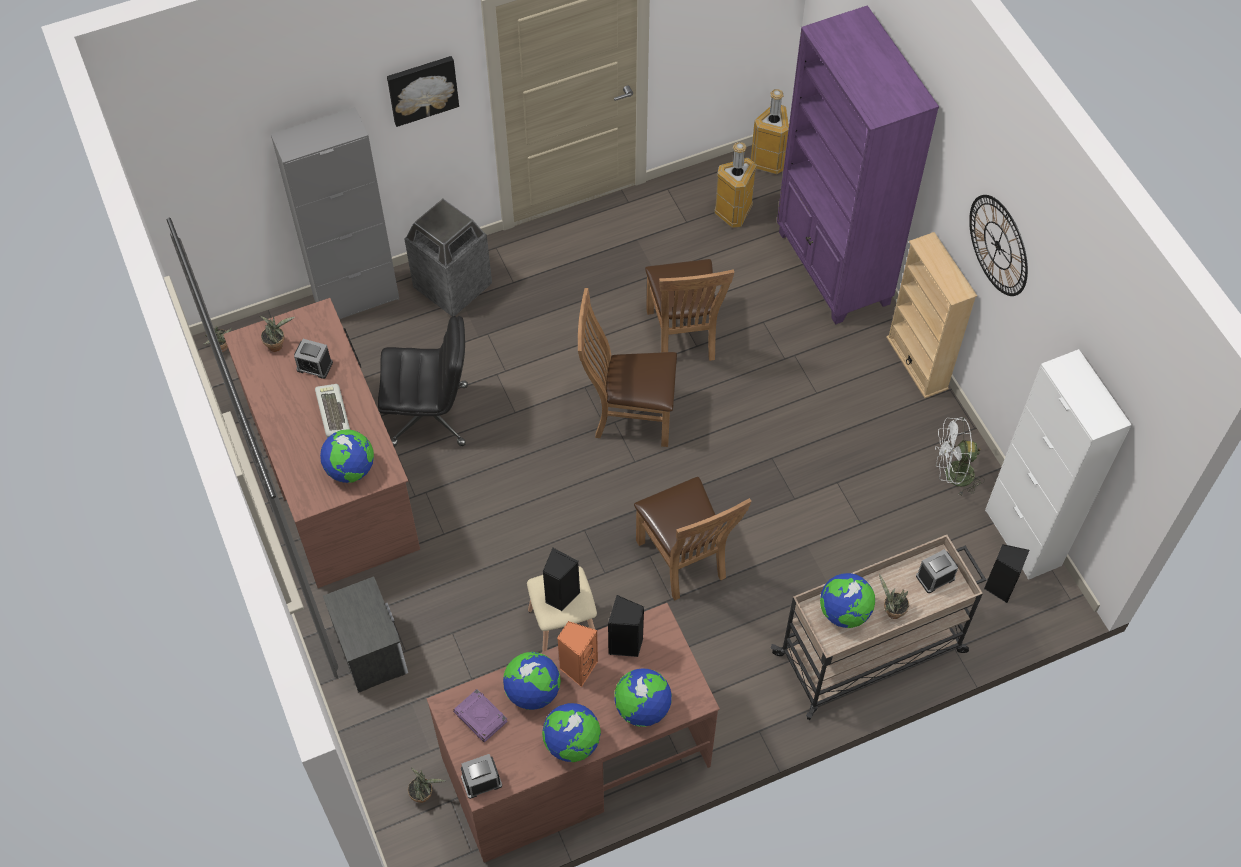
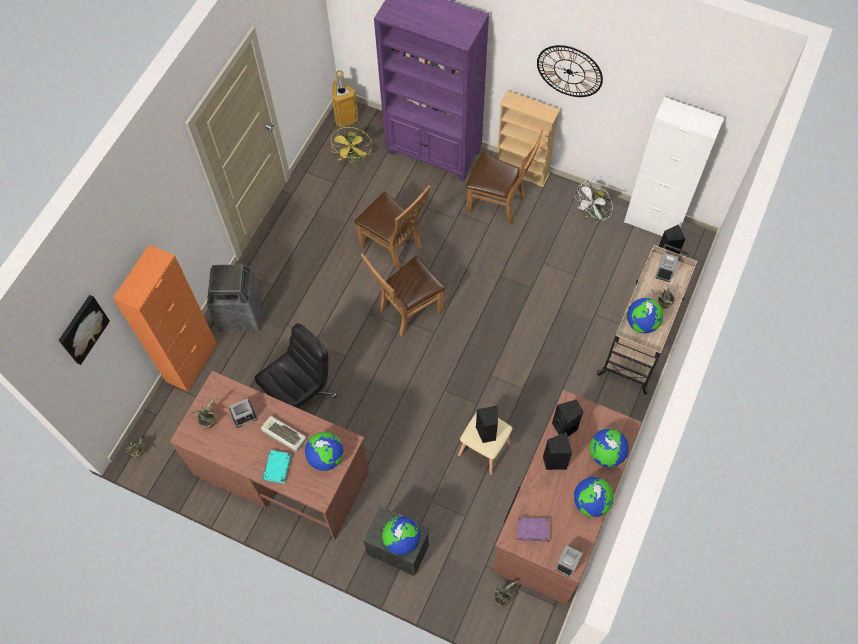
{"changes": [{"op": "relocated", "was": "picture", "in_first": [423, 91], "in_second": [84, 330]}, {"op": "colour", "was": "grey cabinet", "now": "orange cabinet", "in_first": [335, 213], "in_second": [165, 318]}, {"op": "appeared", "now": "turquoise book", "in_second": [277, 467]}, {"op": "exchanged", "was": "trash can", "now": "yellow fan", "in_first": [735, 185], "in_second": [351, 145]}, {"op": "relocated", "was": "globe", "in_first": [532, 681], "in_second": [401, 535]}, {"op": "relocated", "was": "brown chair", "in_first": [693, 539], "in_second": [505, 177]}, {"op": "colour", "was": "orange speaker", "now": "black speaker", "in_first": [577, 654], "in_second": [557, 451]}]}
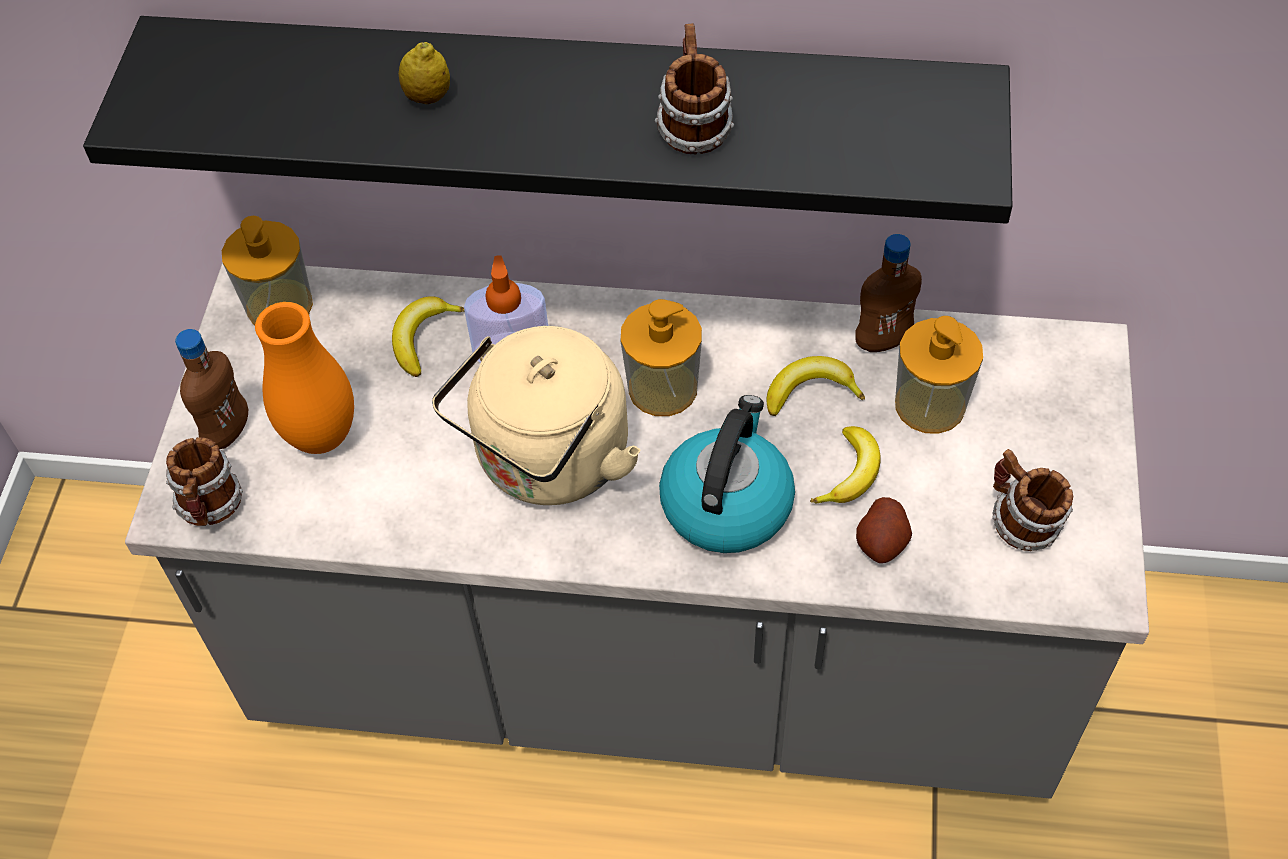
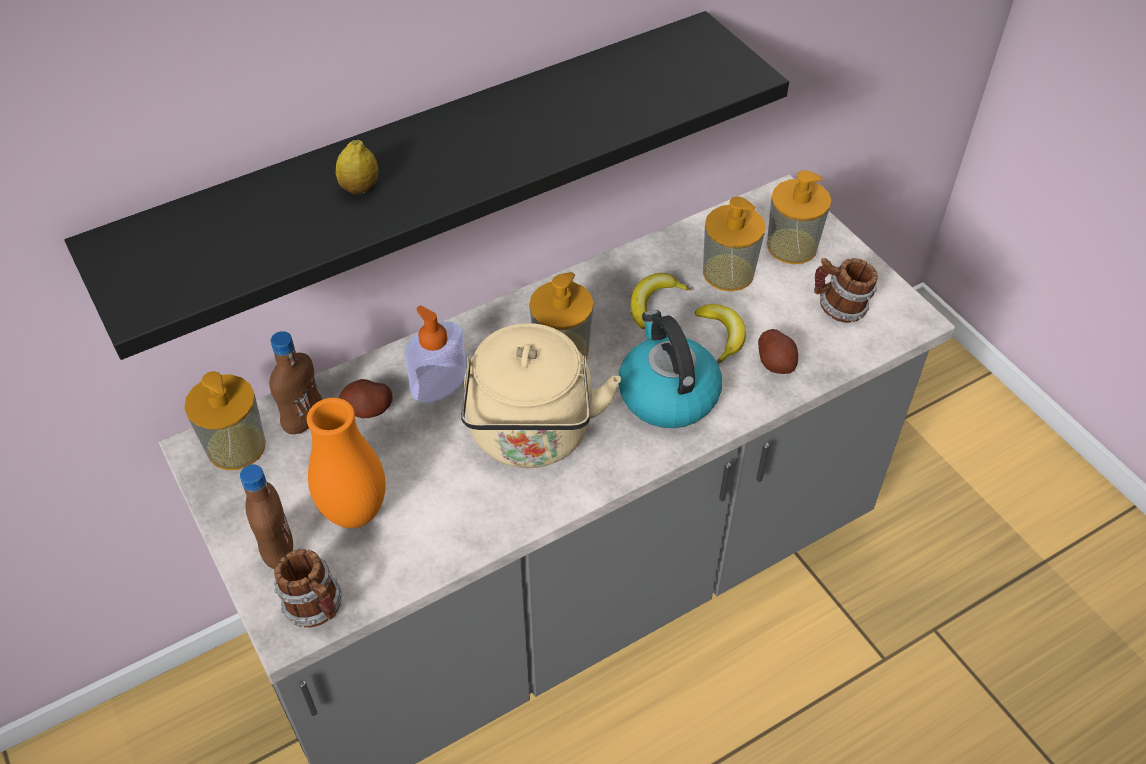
{"changes": [{"op": "relocated", "was": "brown bottle", "in_first": [888, 293], "in_second": [295, 382]}, {"op": "exchanged", "was": "banana", "now": "potato", "in_first": [428, 336], "in_second": [365, 398]}, {"op": "appeared", "now": "soap dispenser", "in_second": [799, 217]}, {"op": "missing", "was": "mug", "in_first": [694, 88]}]}
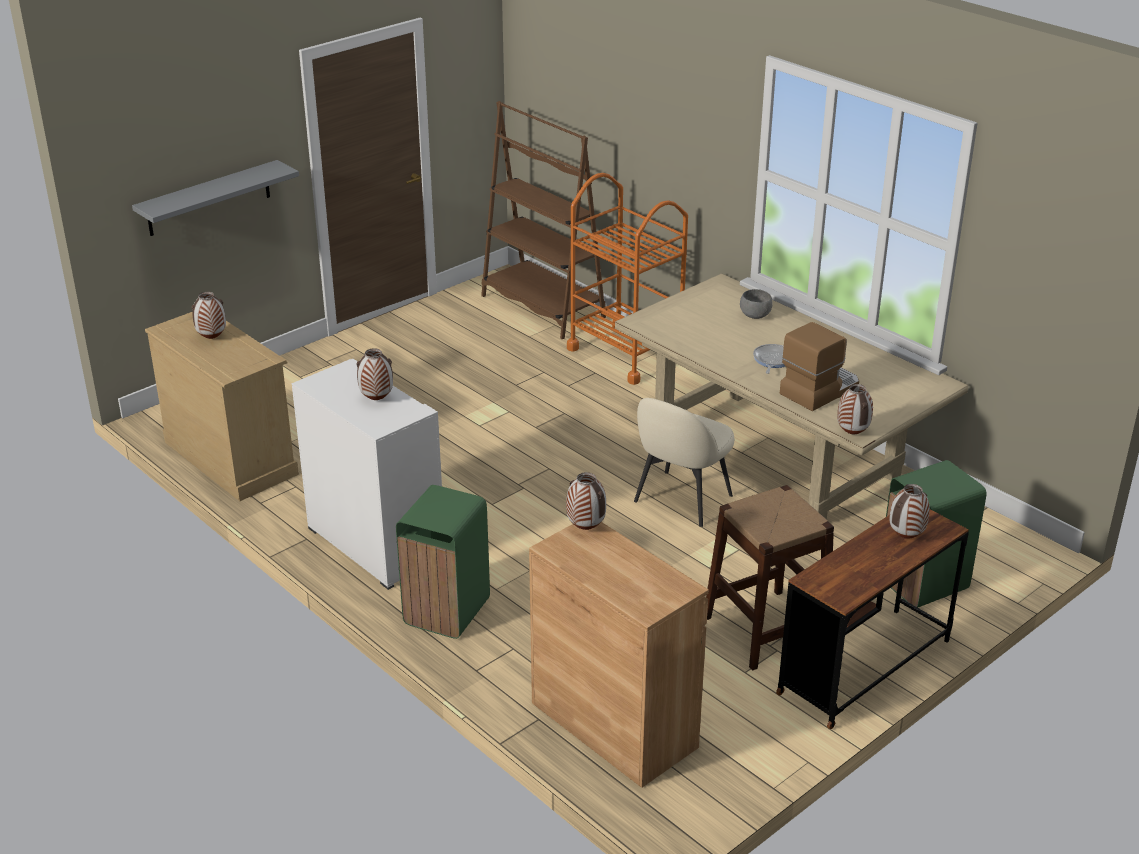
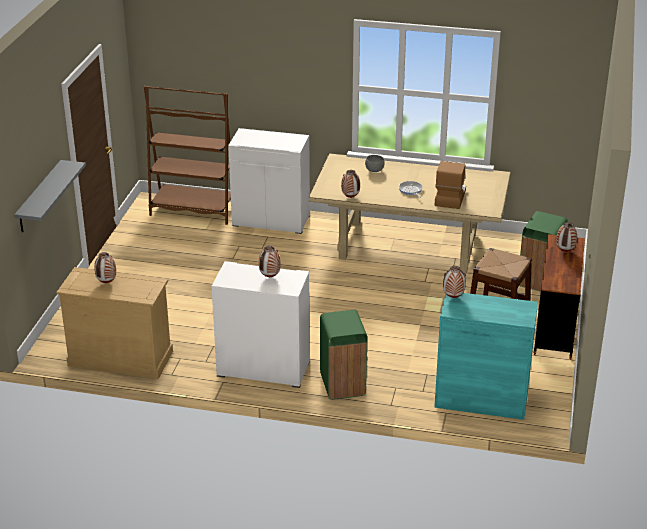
{"changes": [{"op": "exchanged", "was": "orange cart", "now": "white cabinet", "in_first": [627, 279], "in_second": [269, 181]}, {"op": "relocated", "was": "vase", "in_first": [855, 409], "in_second": [350, 184]}, {"op": "colour", "was": "brown cabinet", "now": "turquoise cabinet", "in_first": [619, 655], "in_second": [486, 356]}, {"op": "missing", "was": "beige chair", "in_first": [684, 462]}]}
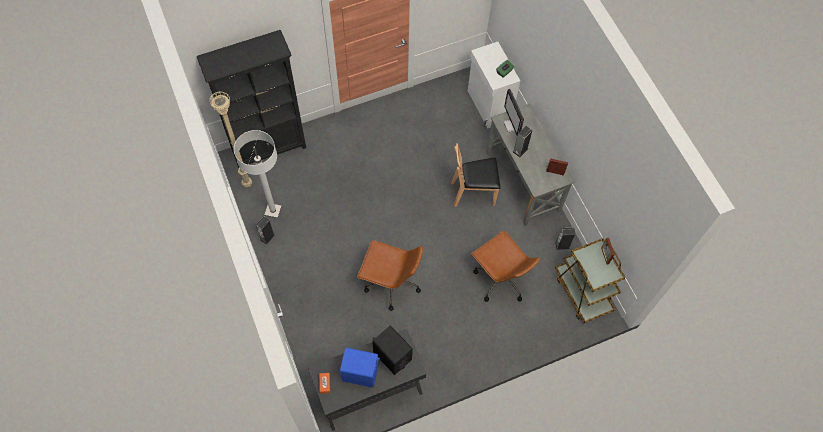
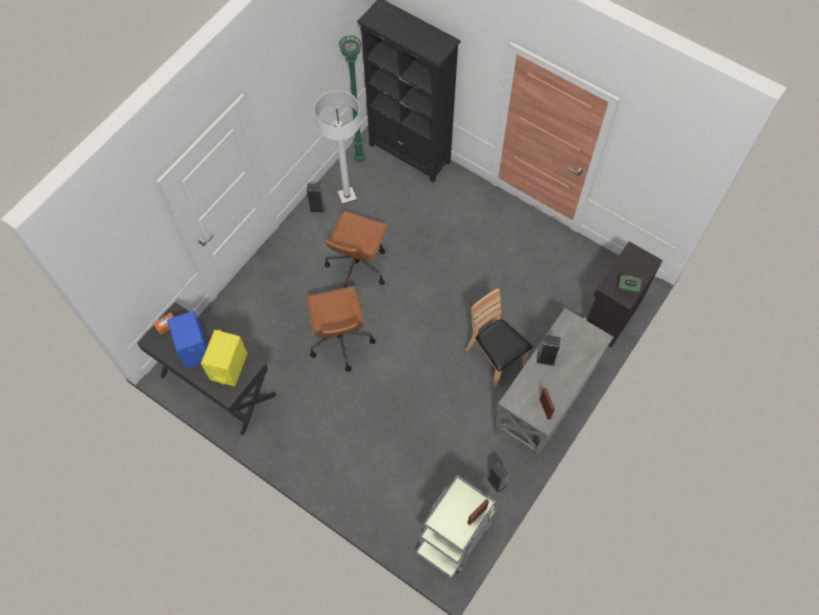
{"changes": [{"op": "colour", "was": "black speaker", "now": "yellow speaker", "in_first": [392, 350], "in_second": [224, 358]}, {"op": "relocated", "was": "brown office chair", "in_first": [505, 266], "in_second": [355, 249]}, {"op": "colour", "was": "beige floor lamp", "now": "green floor lamp", "in_first": [230, 139], "in_second": [352, 99]}, {"op": "colour", "was": "brown cart", "now": "grey cart", "in_first": [590, 280], "in_second": [456, 527]}, {"op": "colour", "was": "white cabinet", "now": "black cabinet", "in_first": [494, 85], "in_second": [623, 294]}, {"op": "missing", "was": "monitor", "in_first": [514, 112]}]}
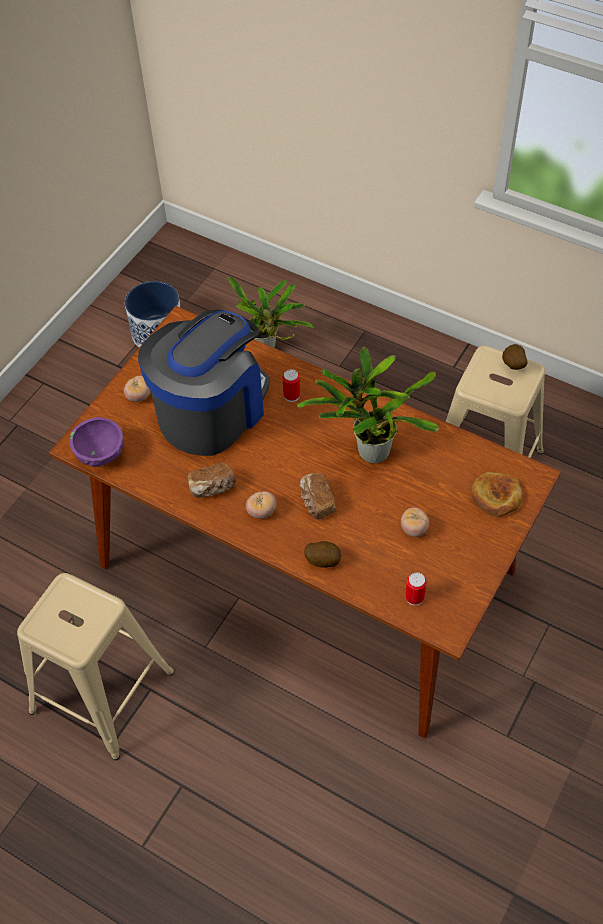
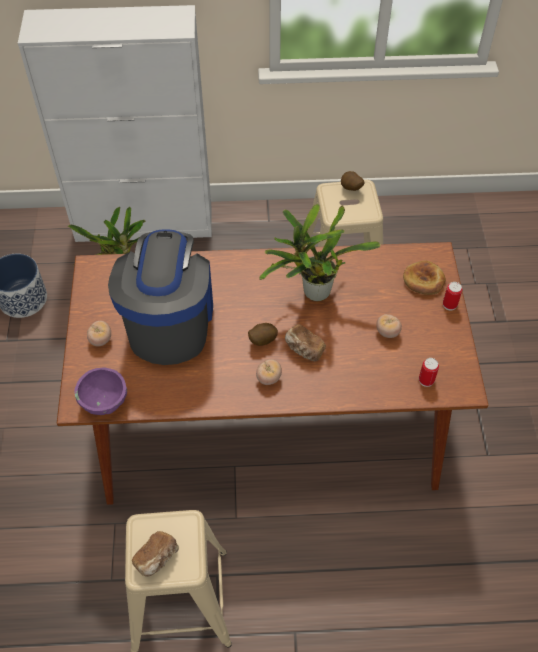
{"changes": [{"op": "appeared", "now": "white cabinet", "in_second": [115, 123]}, {"op": "relocated", "was": "bread", "in_first": [212, 480], "in_second": [154, 554]}, {"op": "relocated", "was": "potato", "in_first": [322, 554], "in_second": [263, 334]}, {"op": "relocated", "was": "can", "in_first": [291, 385], "in_second": [452, 296]}]}
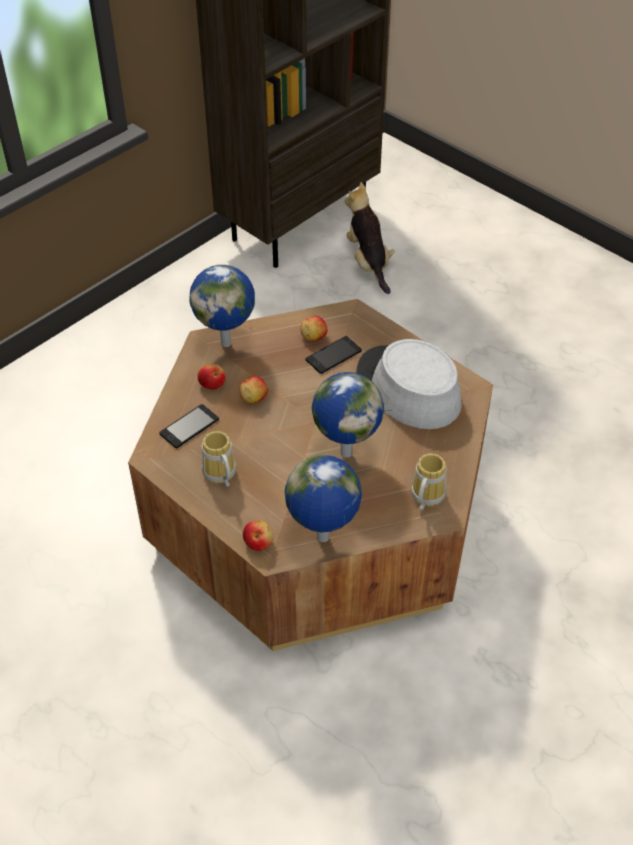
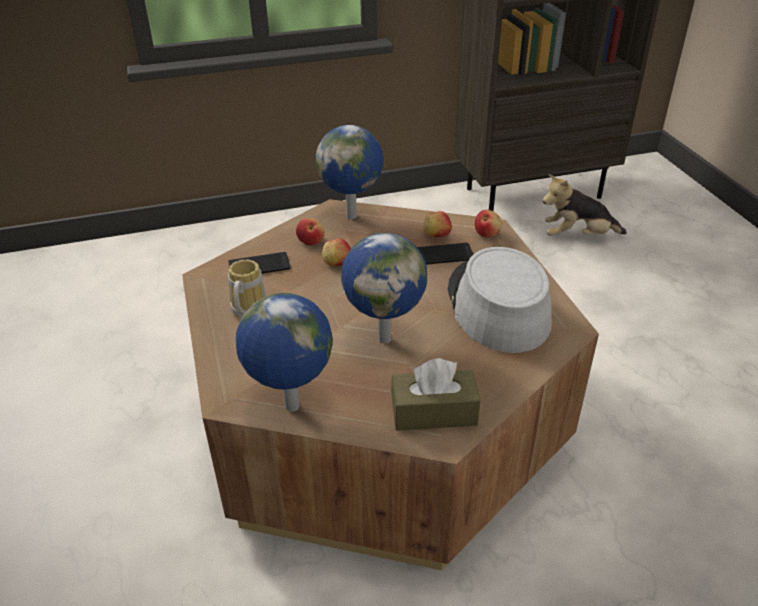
{"changes": [{"op": "exchanged", "was": "mug", "now": "brown tissue box", "in_first": [428, 482], "in_second": [436, 394]}, {"op": "relocated", "was": "apple", "in_first": [258, 535], "in_second": [488, 223]}, {"op": "spun", "was": "plush toy", "in_first": [370, 238], "in_second": [584, 205], "clockwise": -105}]}
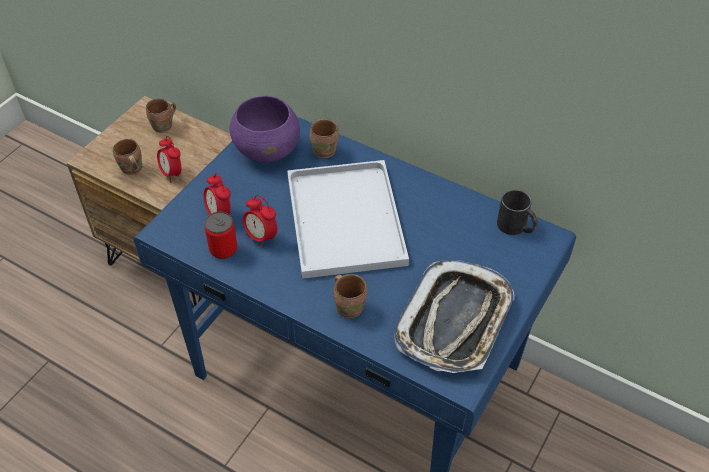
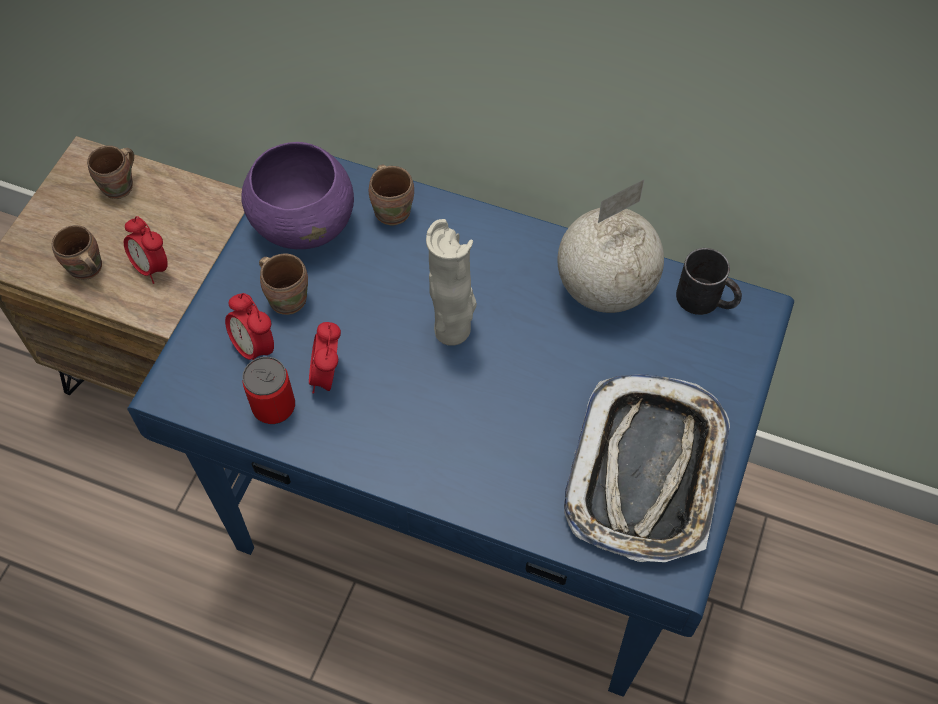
{"changes": [{"op": "relocated", "was": "brown mug", "in_first": [350, 296], "in_second": [283, 284]}, {"op": "spun", "was": "alarm clock", "in_first": [260, 221], "in_second": [325, 358], "clockwise": 60}, {"op": "exchanged", "was": "white tray", "now": "beige vase", "in_first": [348, 219], "in_second": [451, 282]}, {"op": "appeared", "now": "globe", "in_second": [611, 246]}]}
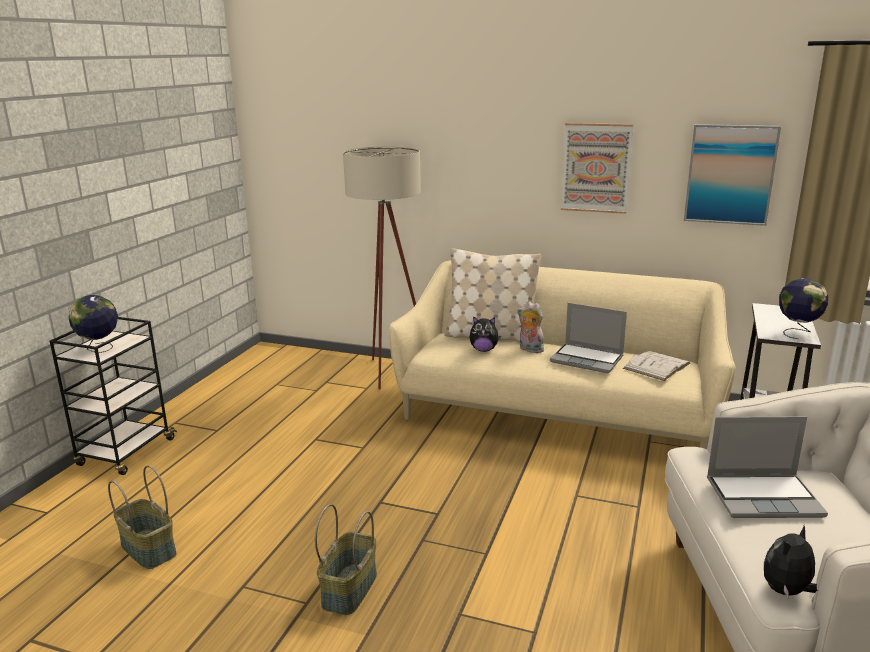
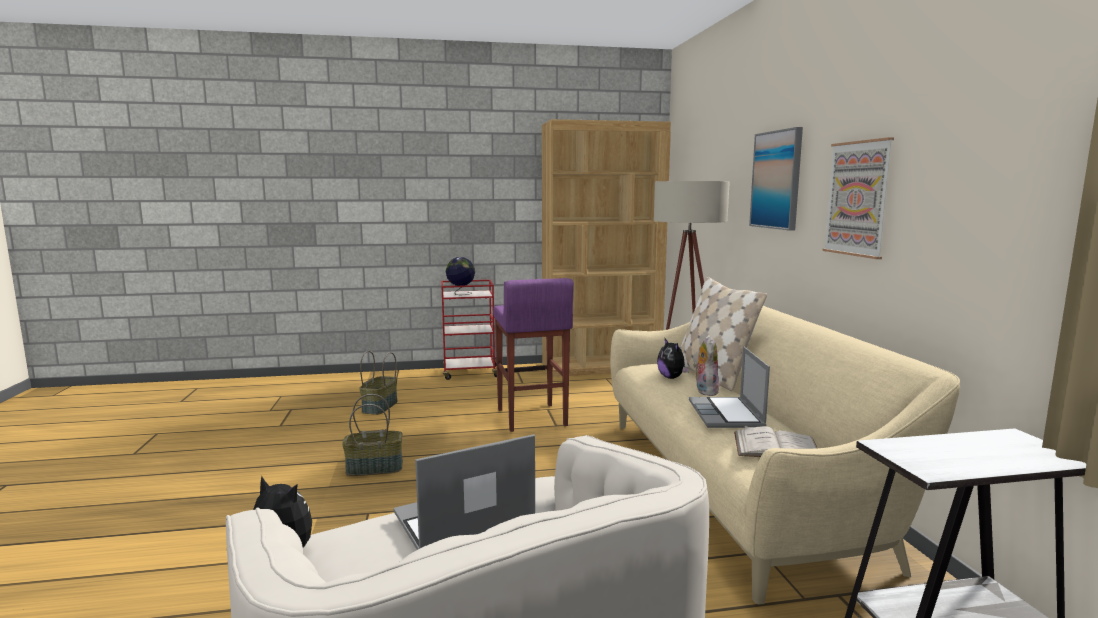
{"changes": [{"op": "spun", "was": "laptop", "in_first": [767, 467], "in_second": [464, 492], "clockwise": 90}, {"op": "colour", "was": "black cart", "now": "red cart", "in_first": [113, 396], "in_second": [469, 330]}, {"op": "appeared", "now": "purple stool", "in_second": [533, 355]}, {"op": "appeared", "now": "brown bookcase", "in_second": [606, 248]}, {"op": "relocated", "was": "picture", "in_first": [732, 175], "in_second": [776, 179]}, {"op": "missing", "was": "globe", "in_first": [803, 308]}]}
